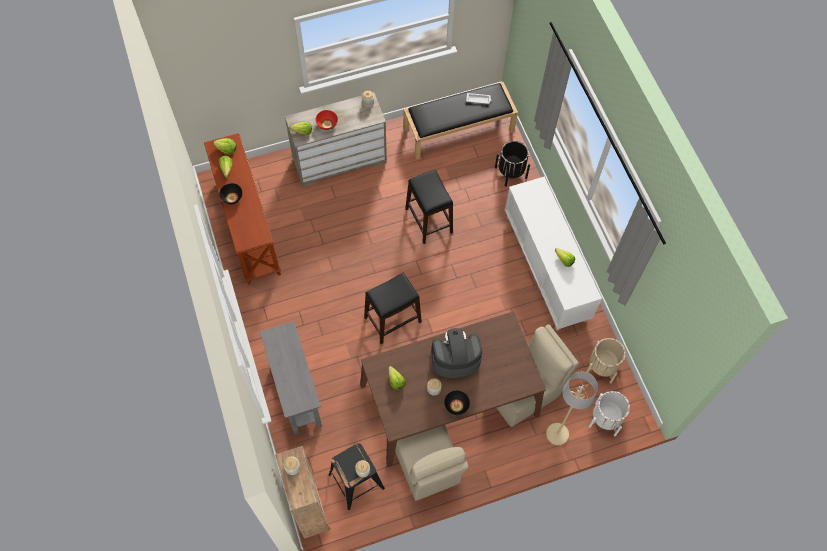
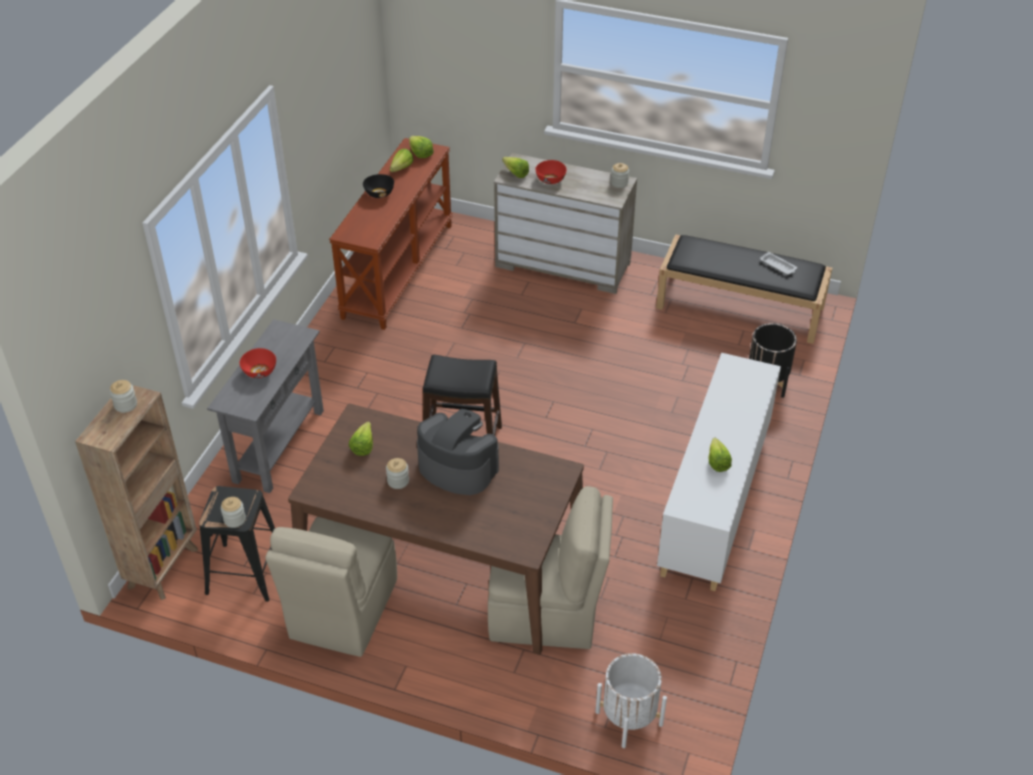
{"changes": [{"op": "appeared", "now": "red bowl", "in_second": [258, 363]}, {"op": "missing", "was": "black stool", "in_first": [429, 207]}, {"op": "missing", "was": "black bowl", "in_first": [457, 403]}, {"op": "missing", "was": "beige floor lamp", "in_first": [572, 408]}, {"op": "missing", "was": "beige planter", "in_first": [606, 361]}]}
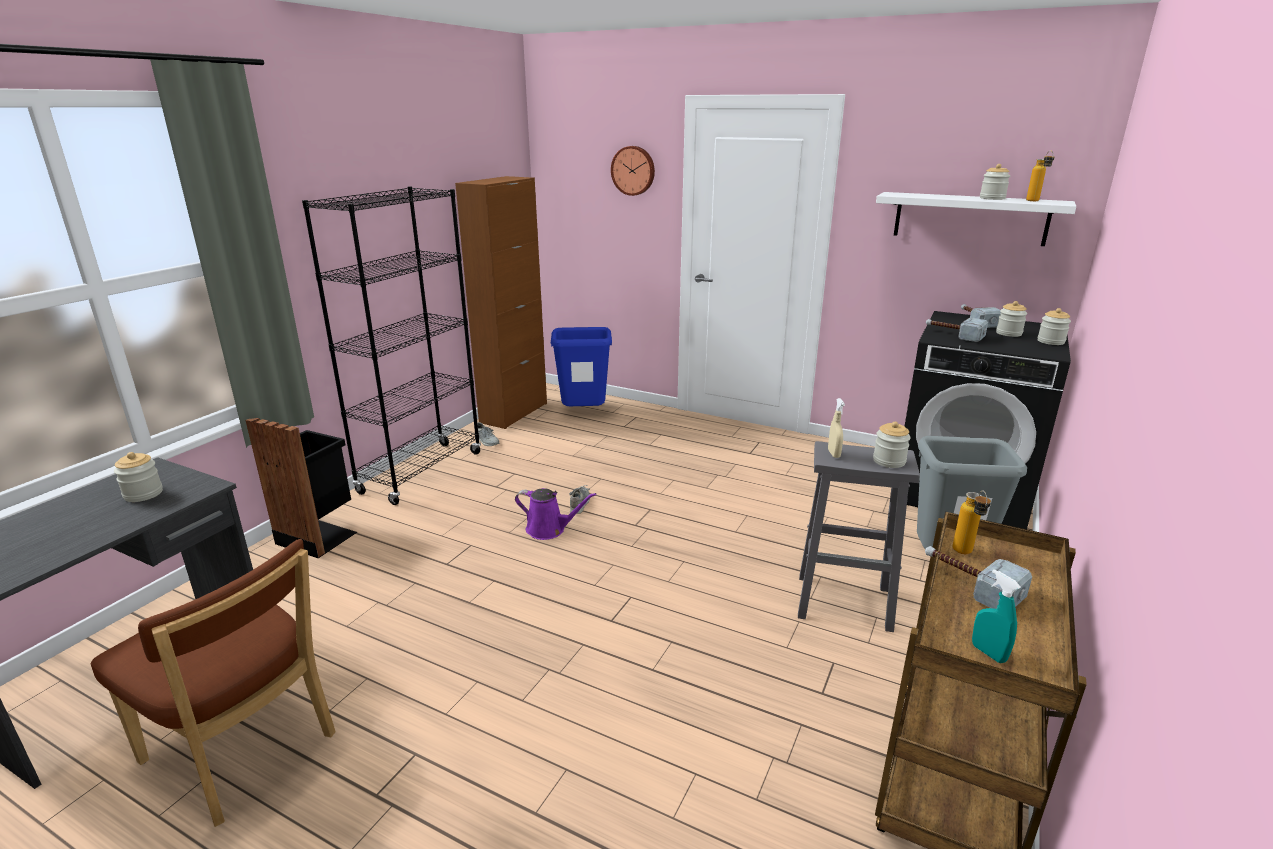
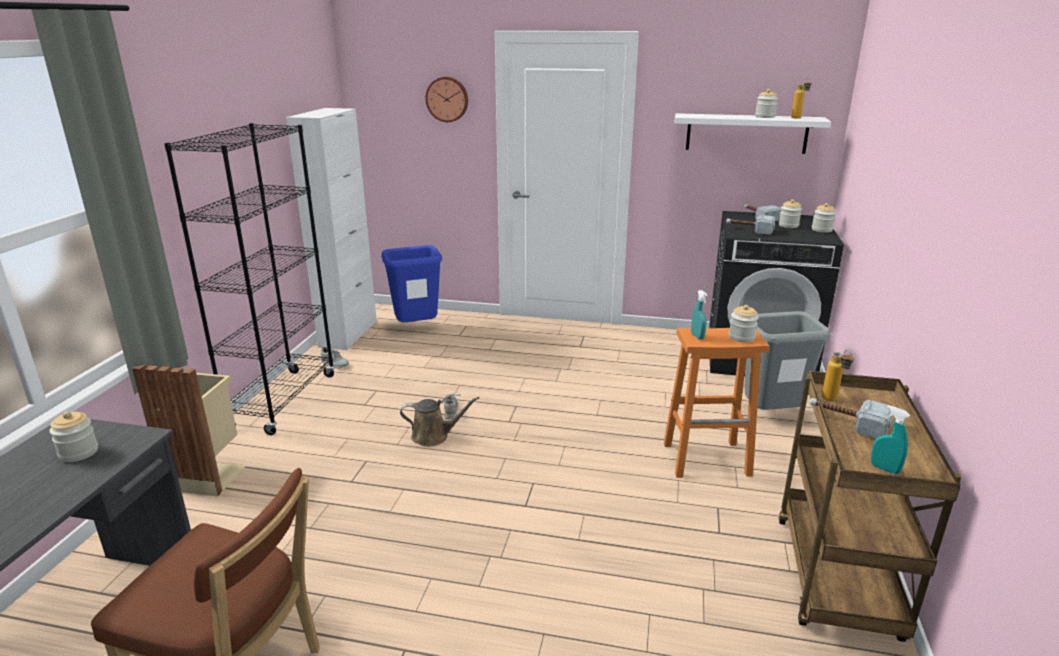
{"changes": [{"op": "colour", "was": "black trash can", "now": "beige trash can", "in_first": [301, 488], "in_second": [189, 430]}, {"op": "colour", "was": "brown cabinet", "now": "white cabinet", "in_first": [501, 302], "in_second": [331, 229]}, {"op": "colour", "was": "purple watering can", "now": "brown watering can", "in_first": [556, 514], "in_second": [439, 422]}, {"op": "colour", "was": "grey stool", "now": "orange stool", "in_first": [859, 536], "in_second": [716, 403]}, {"op": "colour", "was": "beige spray bottle", "now": "turquoise spray bottle", "in_first": [836, 428], "in_second": [699, 315]}]}
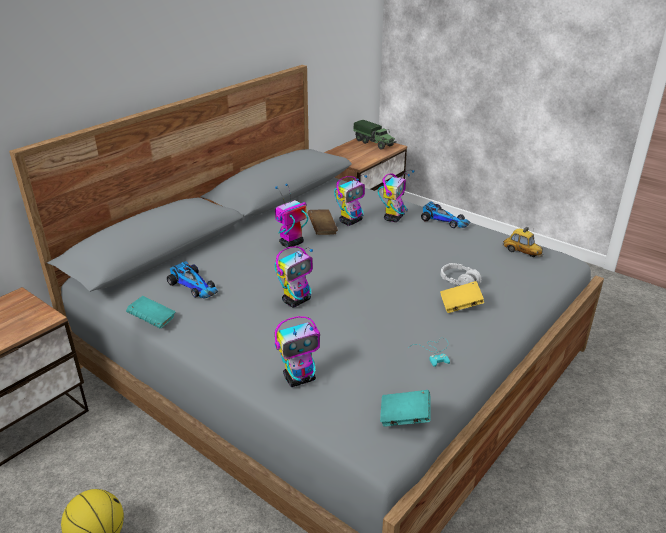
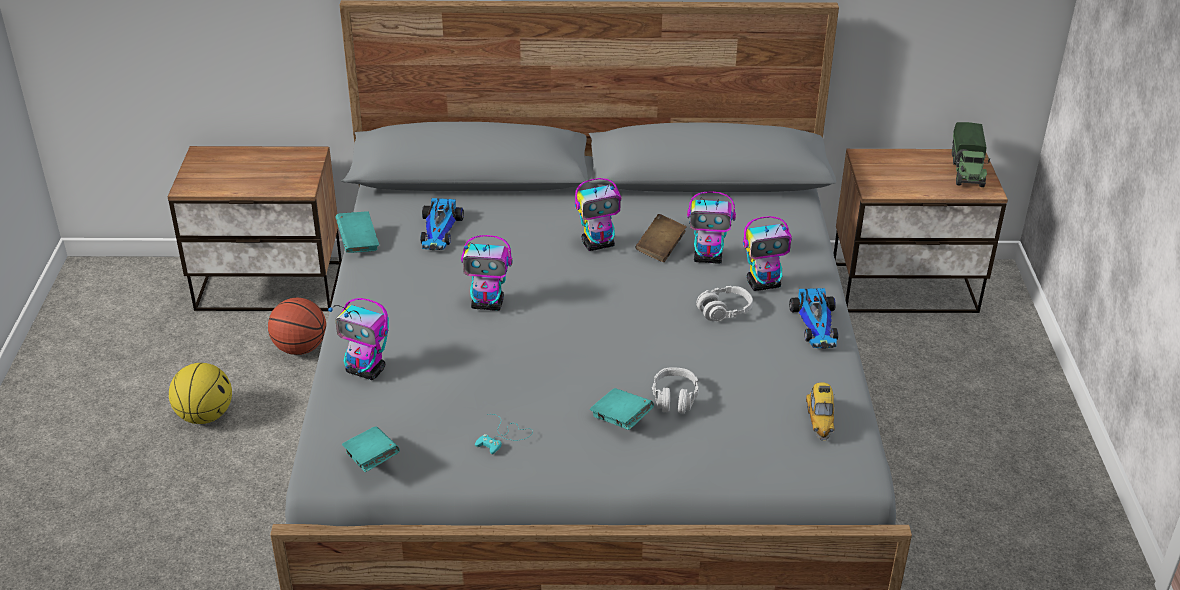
{"changes": [{"op": "appeared", "now": "basketball", "in_second": [297, 326]}, {"op": "spun", "was": "toy robot", "in_first": [291, 215], "in_second": [598, 214], "clockwise": 150}, {"op": "colour", "was": "yellow book", "now": "turquoise book", "in_first": [462, 297], "in_second": [622, 409]}, {"op": "appeared", "now": "grey headphones", "in_second": [724, 304]}]}
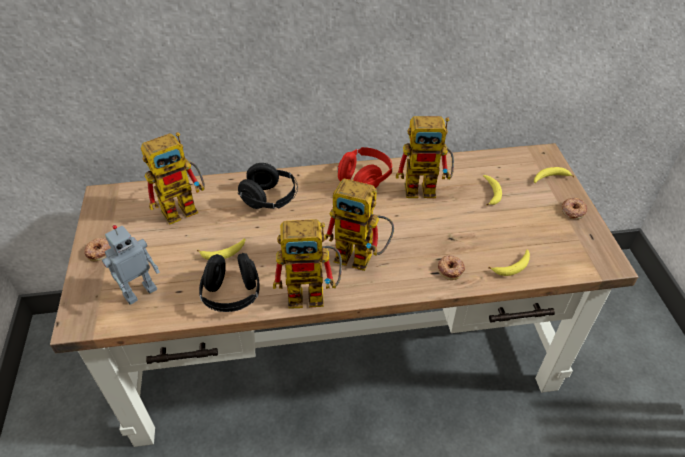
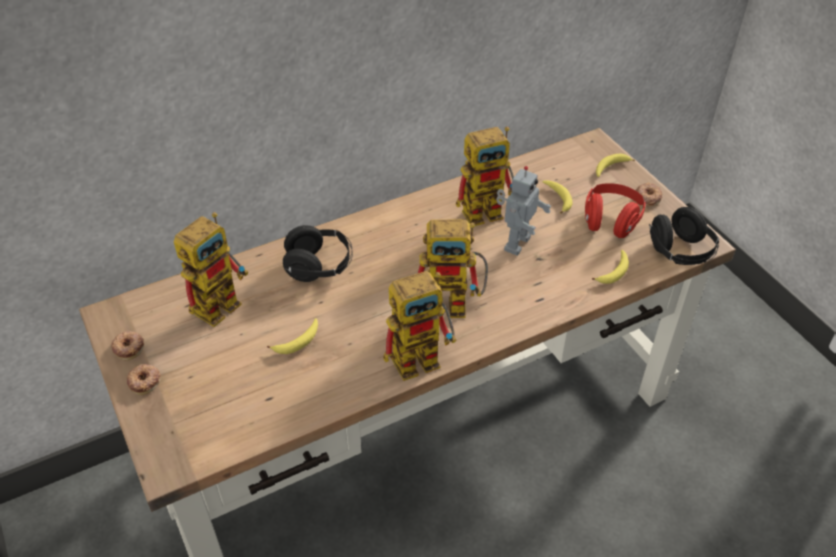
{"changes": [{"op": "relocated", "was": "donut", "in_first": [451, 267], "in_second": [127, 346]}, {"op": "relocated", "was": "toy robot", "in_first": [131, 265], "in_second": [523, 211]}, {"op": "relocated", "was": "red headphones", "in_first": [364, 167], "in_second": [615, 210]}, {"op": "relocated", "was": "black headphones", "in_first": [229, 282], "in_second": [684, 236]}]}
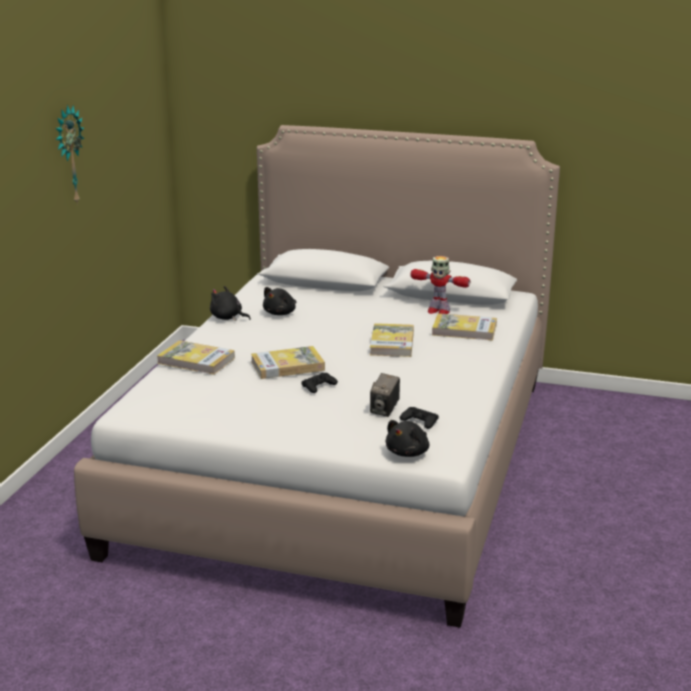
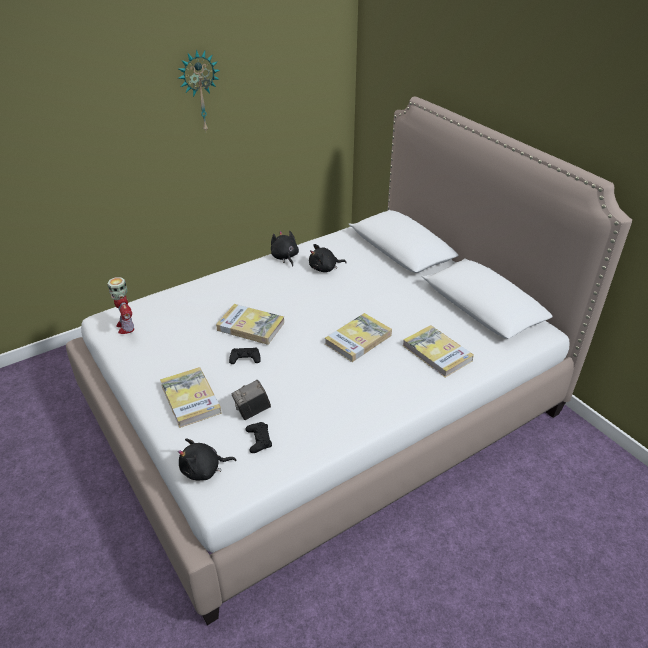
{"changes": [{"op": "relocated", "was": "toy robot", "in_first": [440, 285], "in_second": [120, 305]}, {"op": "relocated", "was": "book", "in_first": [196, 357], "in_second": [191, 397]}]}
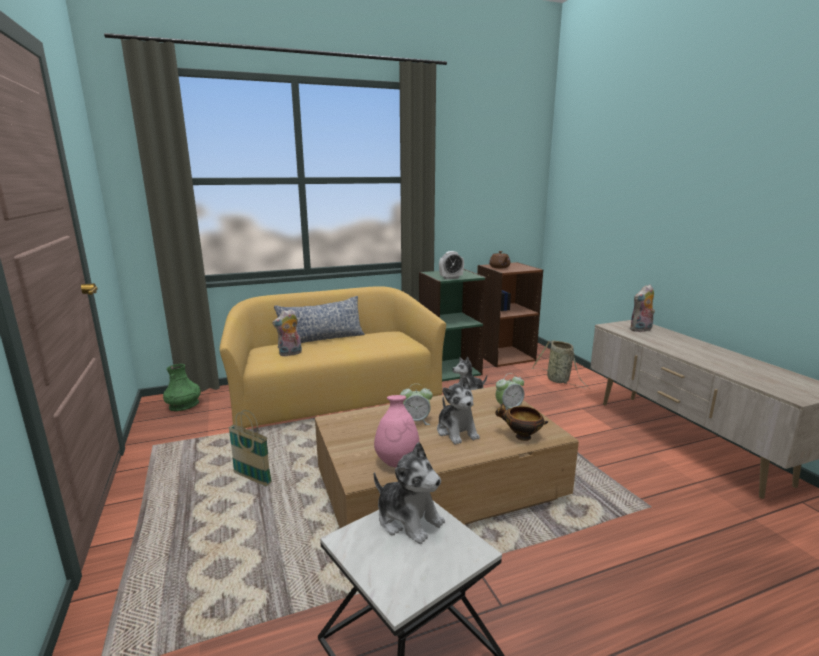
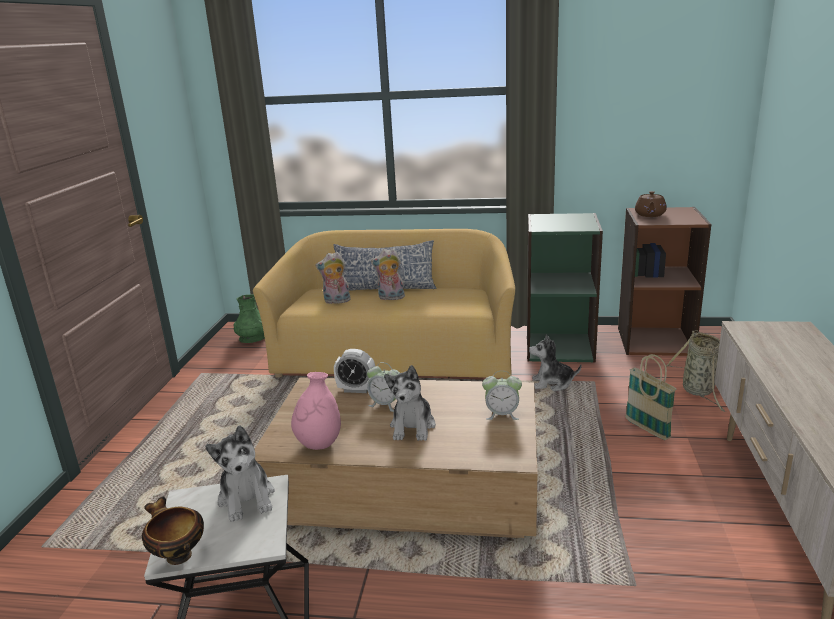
{"changes": [{"op": "relocated", "was": "bowl", "in_first": [521, 422], "in_second": [173, 530]}, {"op": "relocated", "was": "alarm clock", "in_first": [451, 265], "in_second": [354, 371]}, {"op": "relocated", "was": "plush toy", "in_first": [642, 308], "in_second": [388, 274]}, {"op": "relocated", "was": "basket", "in_first": [250, 448], "in_second": [650, 397]}]}
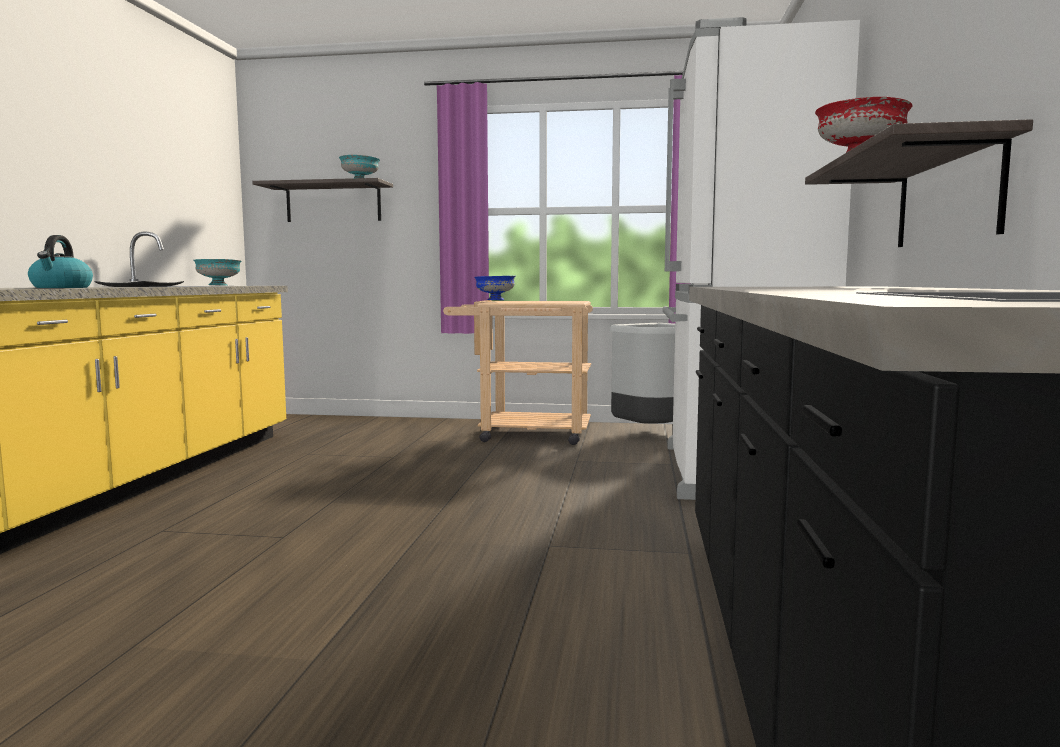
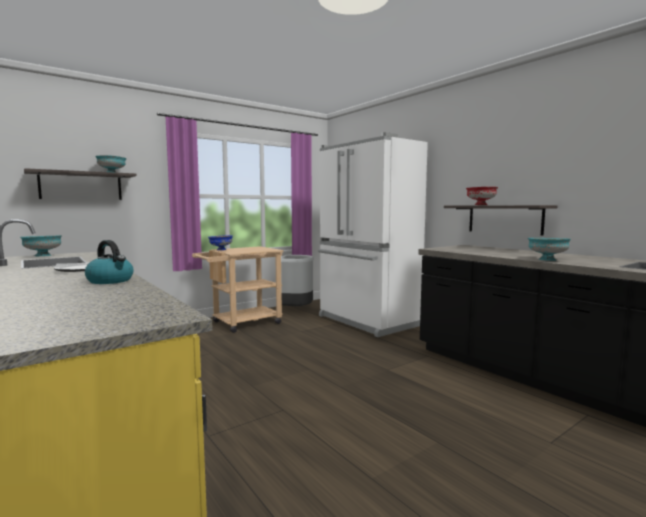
{"changes": [{"op": "appeared", "now": "turquoise bowl", "in_second": [549, 249]}]}
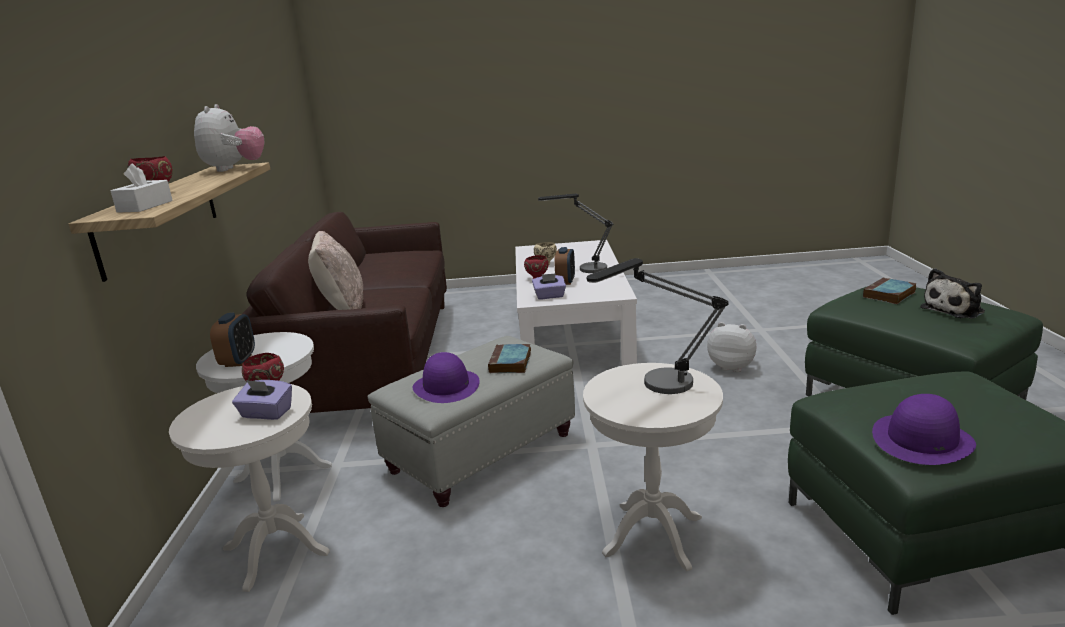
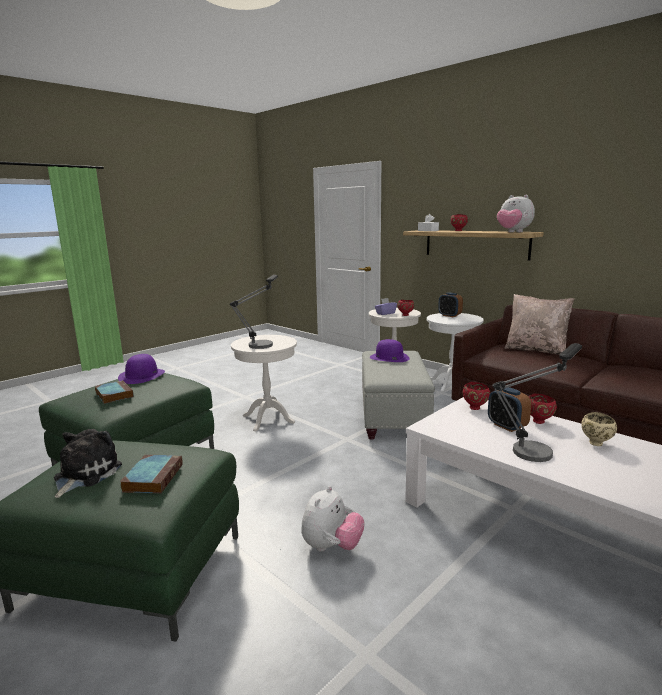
{"changes": [{"op": "relocated", "was": "book", "in_first": [509, 358], "in_second": [114, 392]}, {"op": "spun", "was": "plush toy", "in_first": [731, 347], "in_second": [332, 519], "clockwise": -45}, {"op": "exchanged", "was": "purple tissue box", "now": "red bowl", "in_first": [549, 286], "in_second": [476, 396]}]}
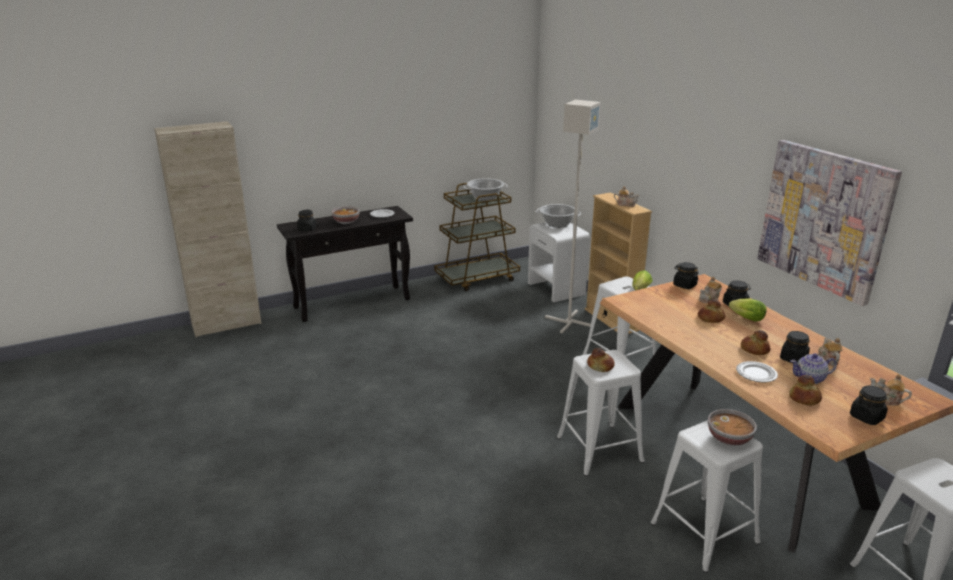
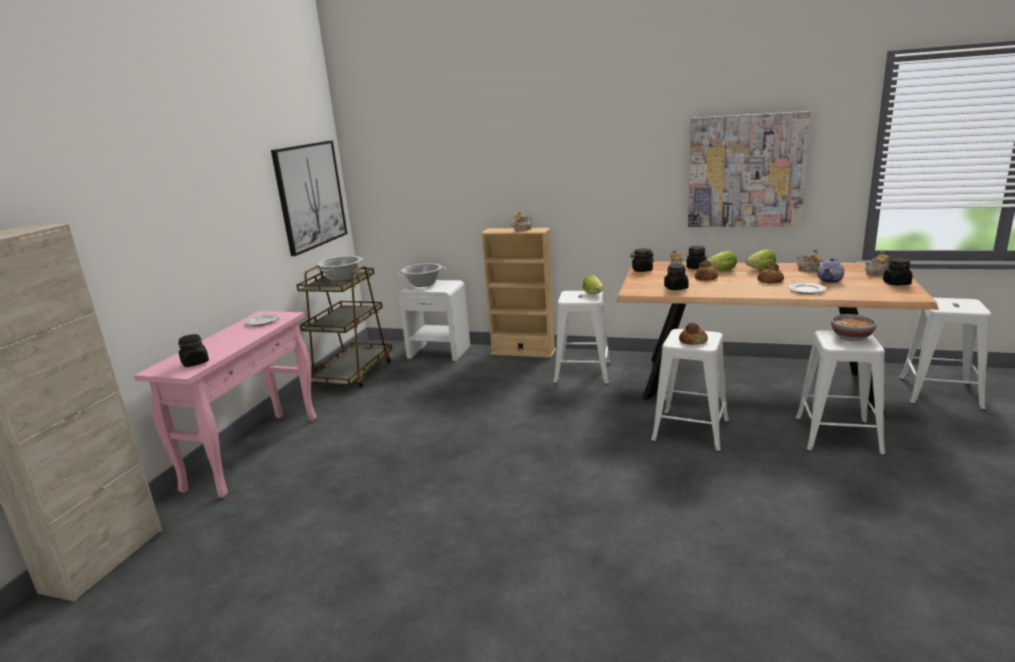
{"changes": [{"op": "colour", "was": "black console table", "now": "pink console table", "in_first": [345, 264], "in_second": [225, 404]}, {"op": "appeared", "now": "picture", "in_second": [309, 198]}, {"op": "relocated", "was": "black jar", "in_first": [795, 347], "in_second": [676, 277]}, {"op": "appeared", "now": "lettuce", "in_second": [760, 259]}, {"op": "missing", "was": "bowl", "in_first": [345, 215]}, {"op": "missing", "was": "grey floor lamp", "in_first": [573, 216]}, {"op": "missing", "was": "bread", "in_first": [805, 390]}]}
